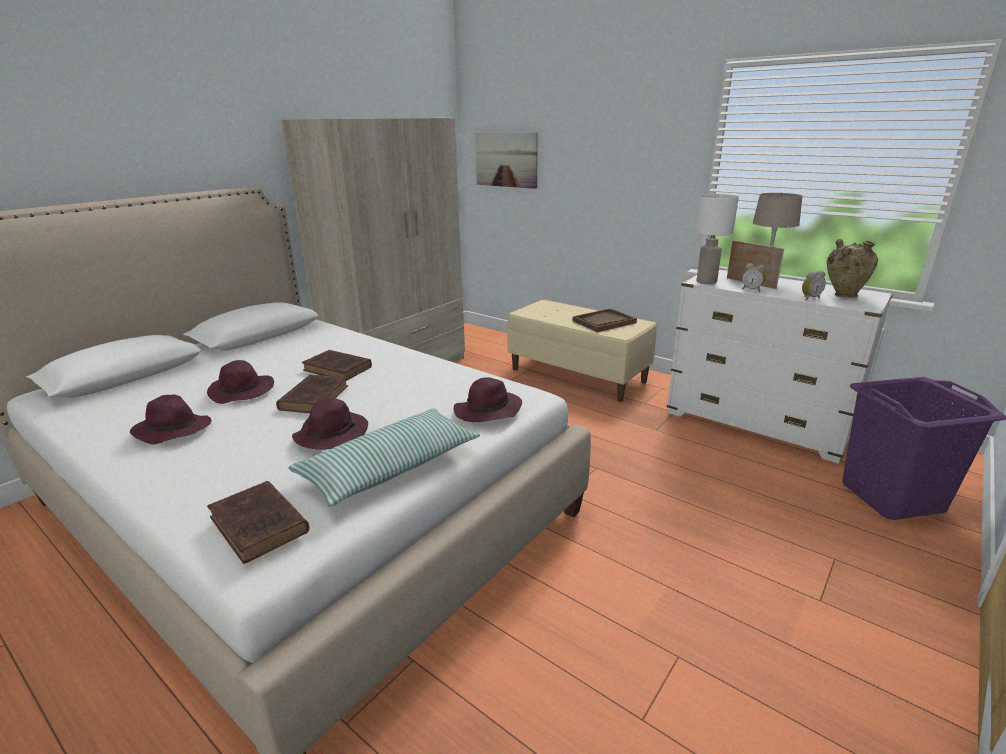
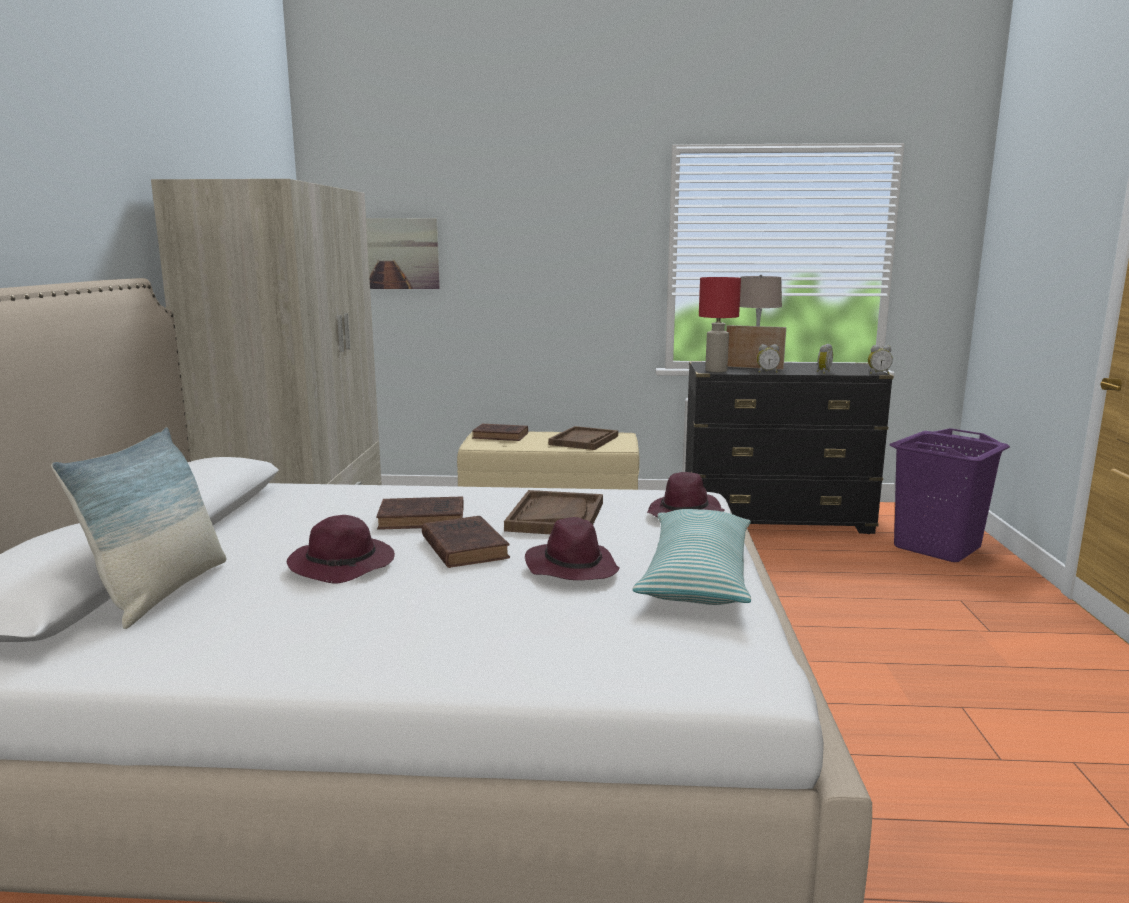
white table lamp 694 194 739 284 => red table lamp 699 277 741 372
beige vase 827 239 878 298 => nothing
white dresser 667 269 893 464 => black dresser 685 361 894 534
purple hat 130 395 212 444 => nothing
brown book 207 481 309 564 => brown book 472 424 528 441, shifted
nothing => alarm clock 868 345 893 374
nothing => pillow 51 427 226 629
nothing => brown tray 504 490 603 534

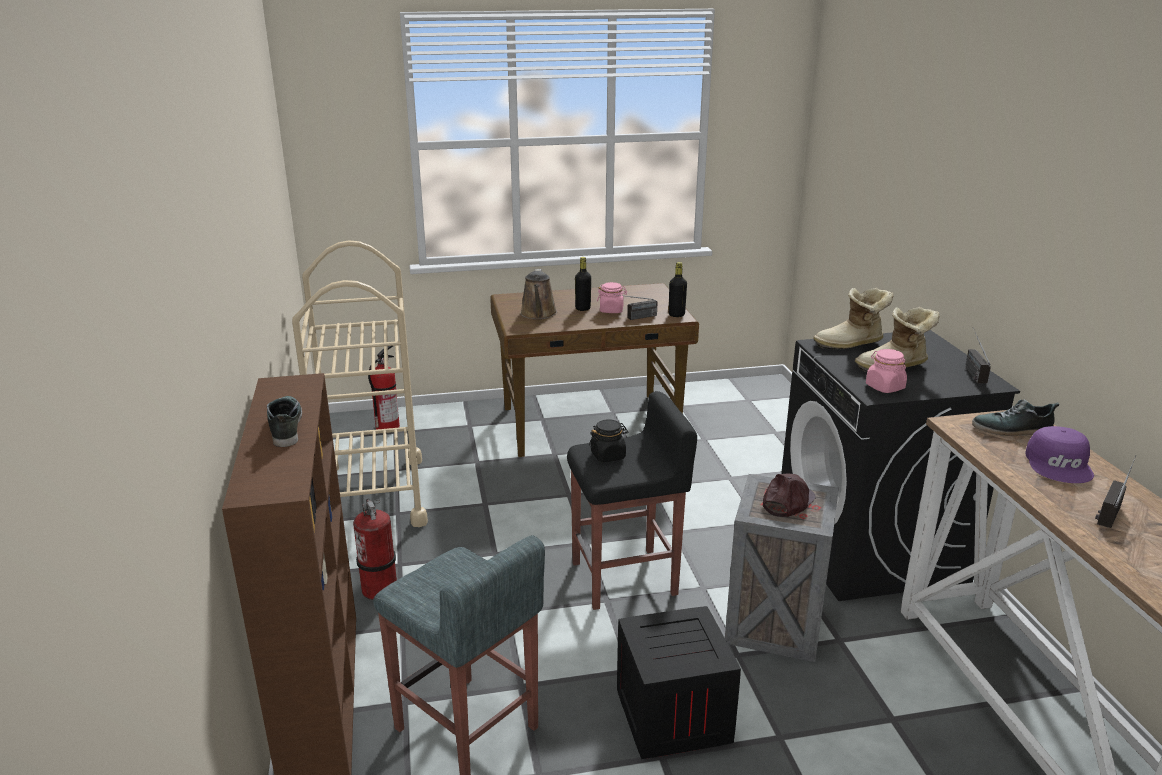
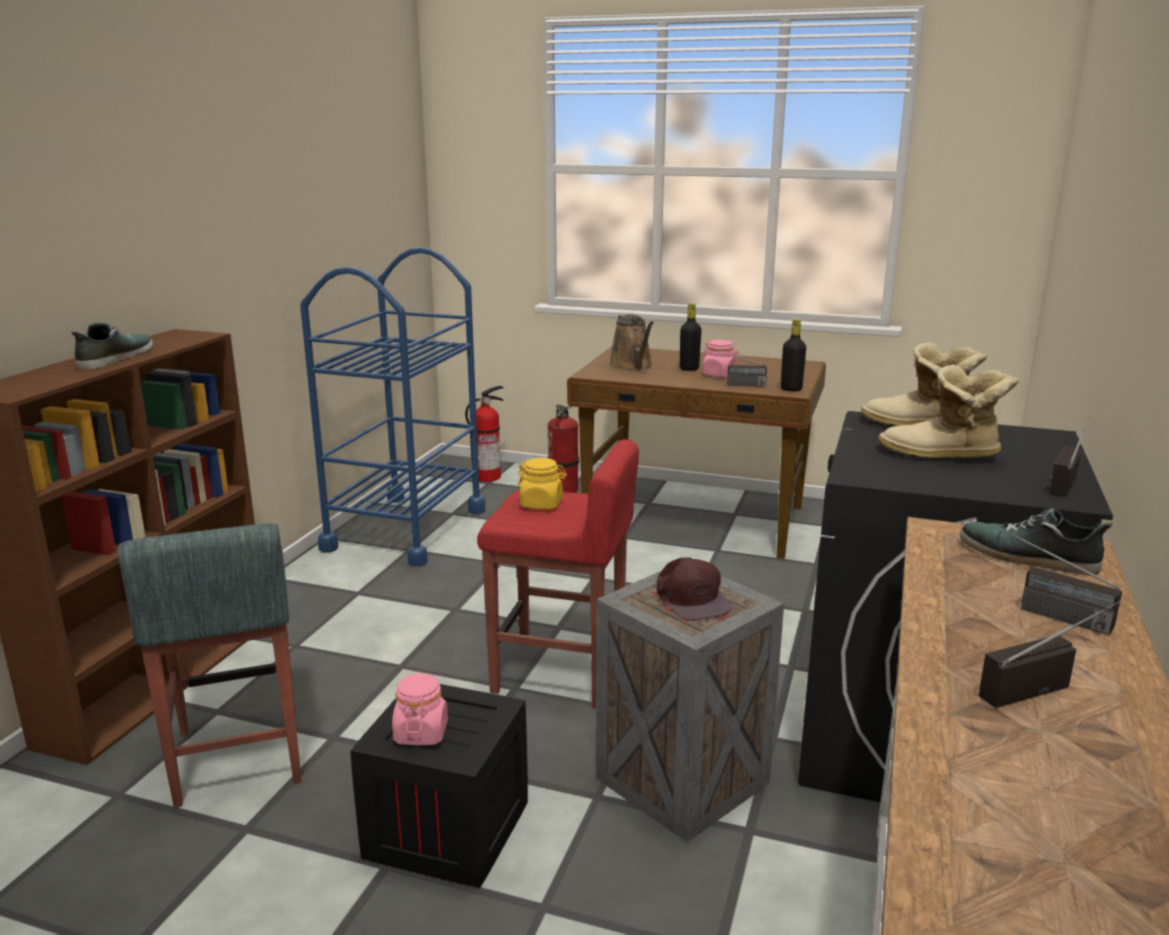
beige cart 292 240 428 527 => blue cart 300 247 485 567
brown watering can 520 269 557 320 => brown watering can 609 314 654 371, 45 degrees counterclockwise
pink jar 866 349 907 393 => pink jar 392 673 448 745, shifted
black stool 567 391 697 610 => red stool 477 439 639 709
black jar 589 419 628 462 => yellow jar 517 458 567 509
purple cap 1025 426 1094 483 => radio 992 524 1122 635
brown cap 763 473 816 517 => brown cap 657 557 731 620, 90 degrees clockwise
fire extinguisher 353 498 397 600 => fire extinguisher 547 404 579 493, shifted

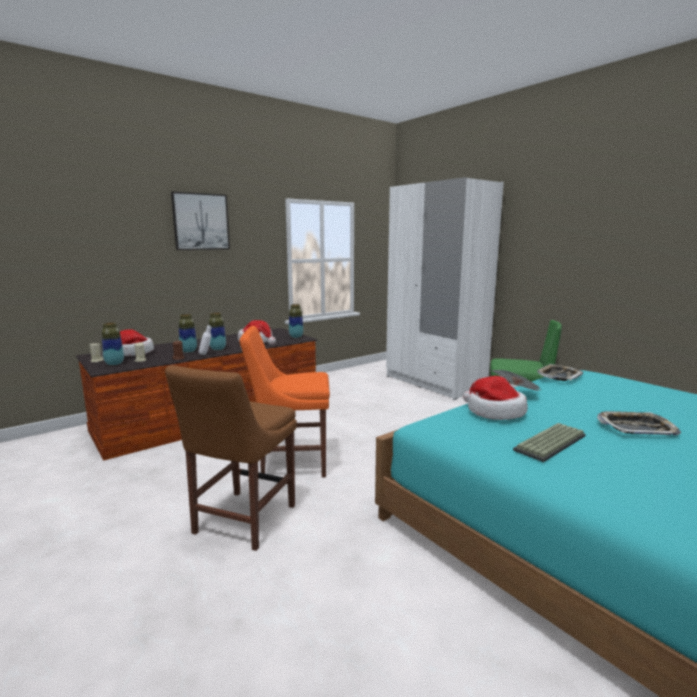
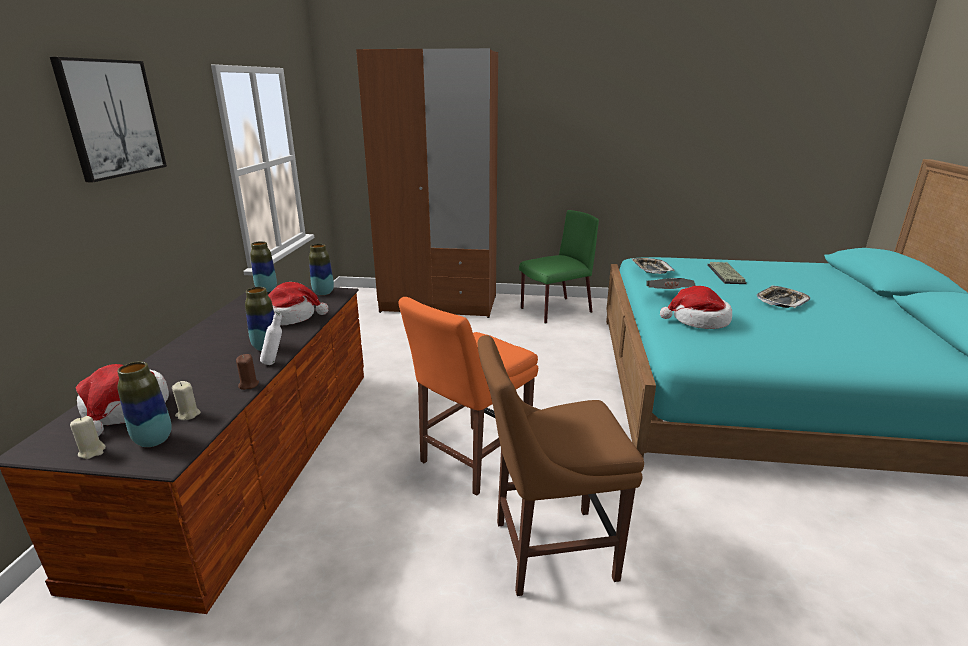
white wardrobe 386 177 504 400 => brown wardrobe 356 48 498 318
vase 179 314 197 353 => vase 250 241 277 292, shifted
brown chair 165 365 297 551 => brown chair 478 335 644 596, 105 degrees clockwise
keyboard 513 423 586 462 => keyboard 707 262 747 284, shifted

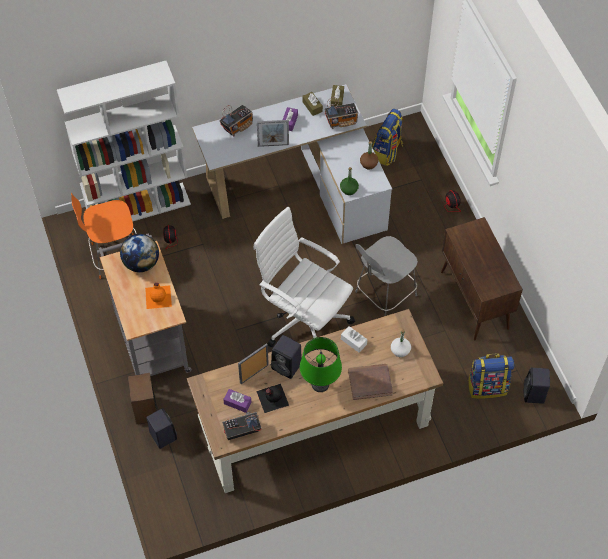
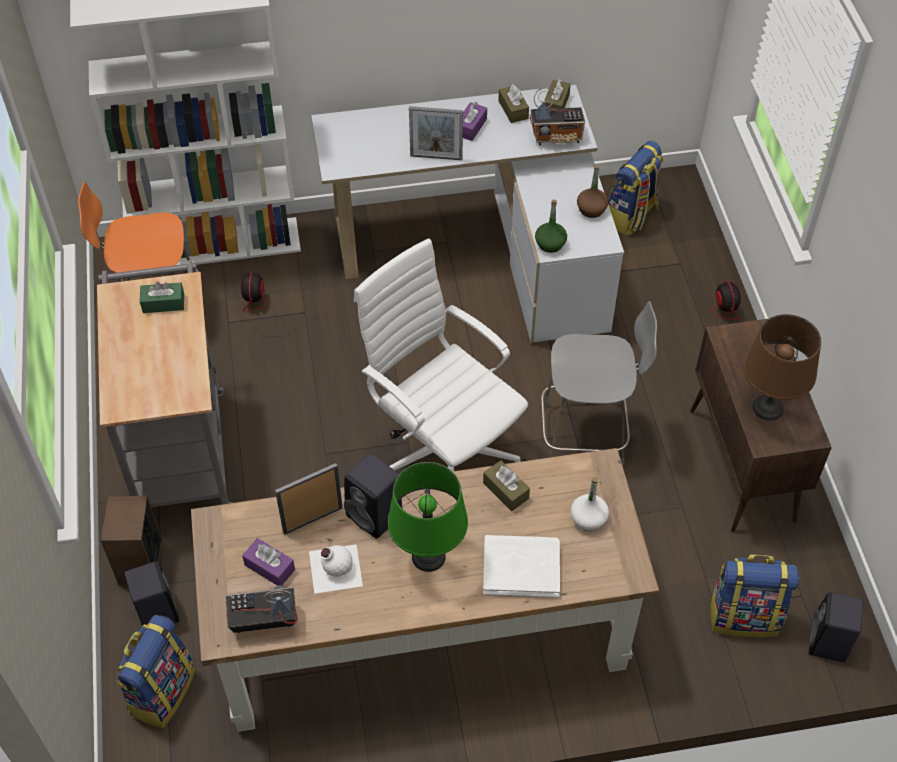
radio 220 105 253 136 => nothing
globe 120 234 159 272 => green tissue box 140 282 184 313
grey chair 355 236 418 316 => grey chair 541 301 657 465, 150 degrees counterclockwise
orange bottle 145 283 172 309 => nothing
white tissue box 341 326 367 353 => brown tissue box 483 460 530 511
brown book 348 364 393 400 => white book 483 535 560 598
black bottle 256 384 289 413 => white bottle 309 544 363 594
nothing => brown table lamp 743 314 821 421
nothing => backpack 116 615 195 728

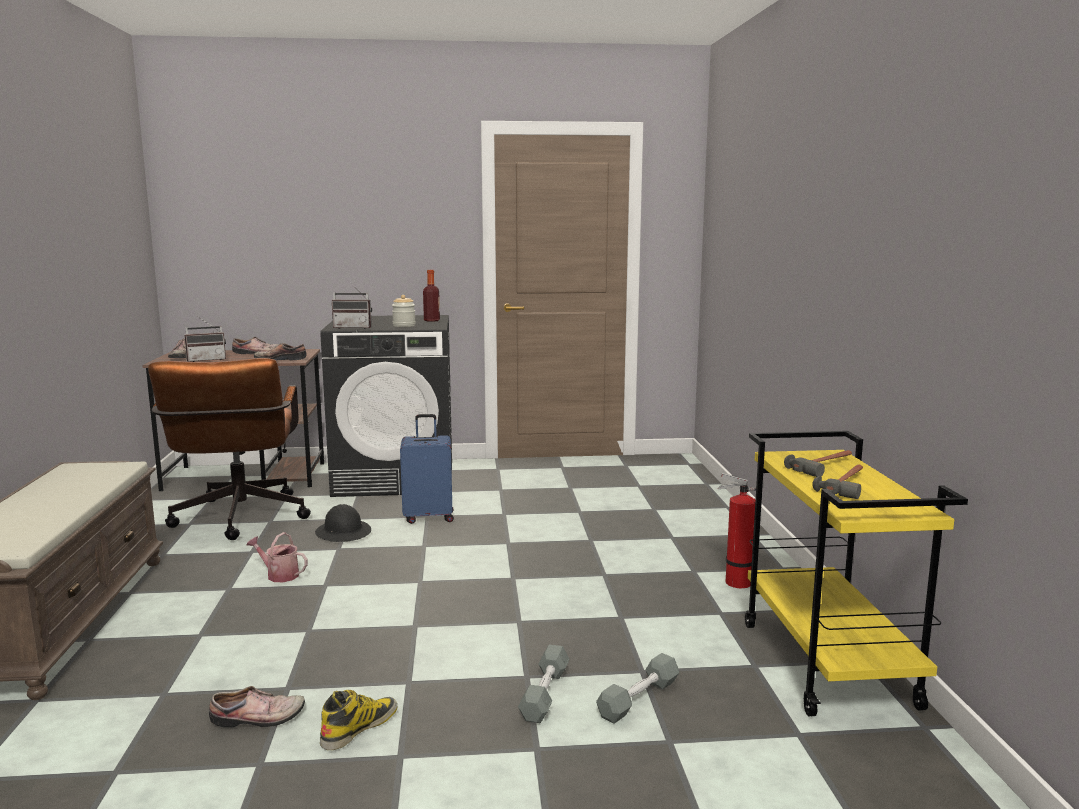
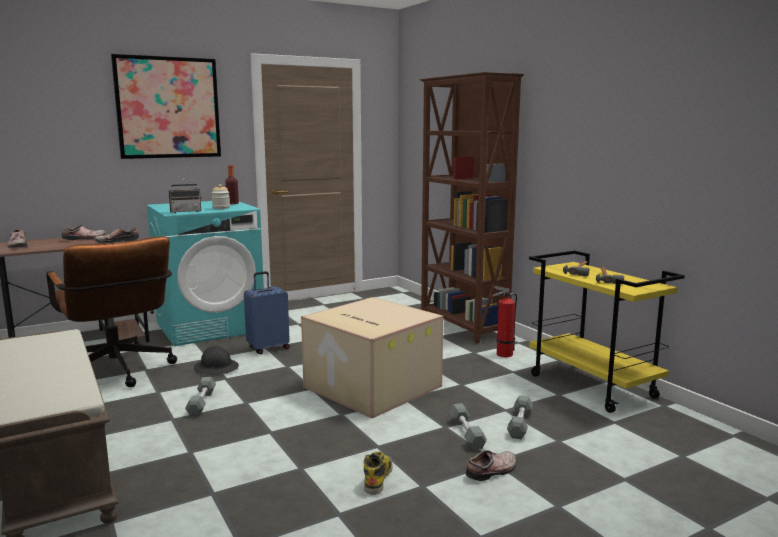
black washing machine 320 315 452 497 => turquoise washing machine 147 201 264 346
radio 184 318 226 362 => nothing
watering can 247 532 308 582 => grey dumbbell 185 377 216 416
shoe 209 686 305 728 => shoe 466 450 517 481, shifted
nothing => picture 111 54 221 159
nothing => brown bookcase 420 72 524 343
nothing => cardboard box 301 297 443 418

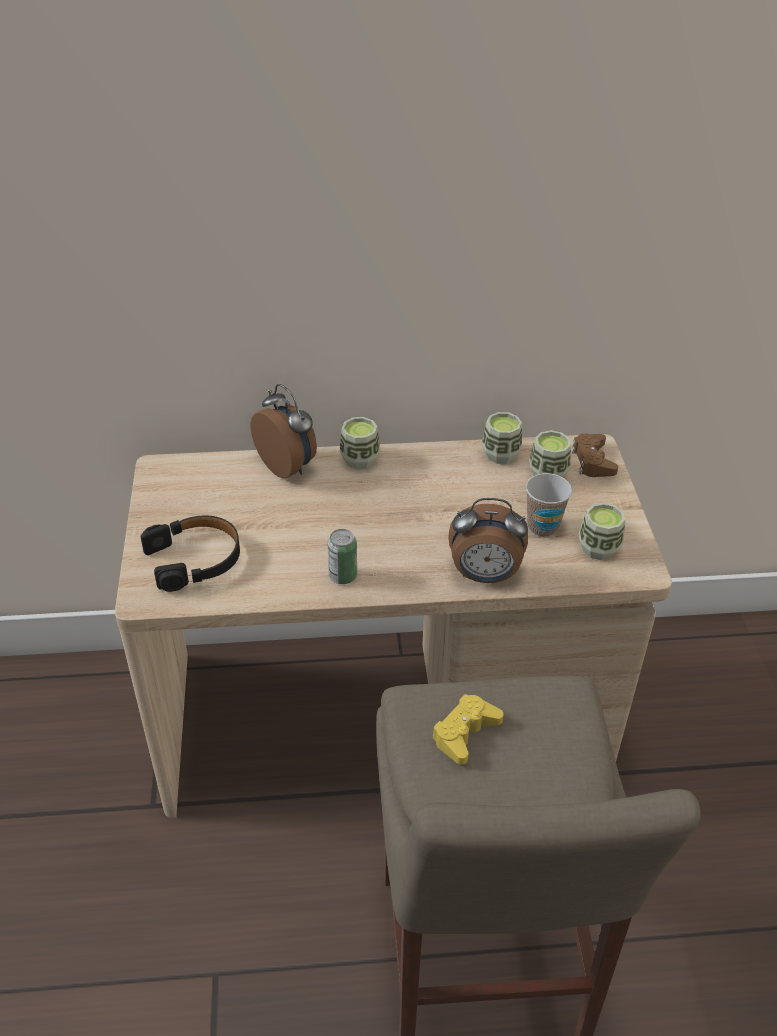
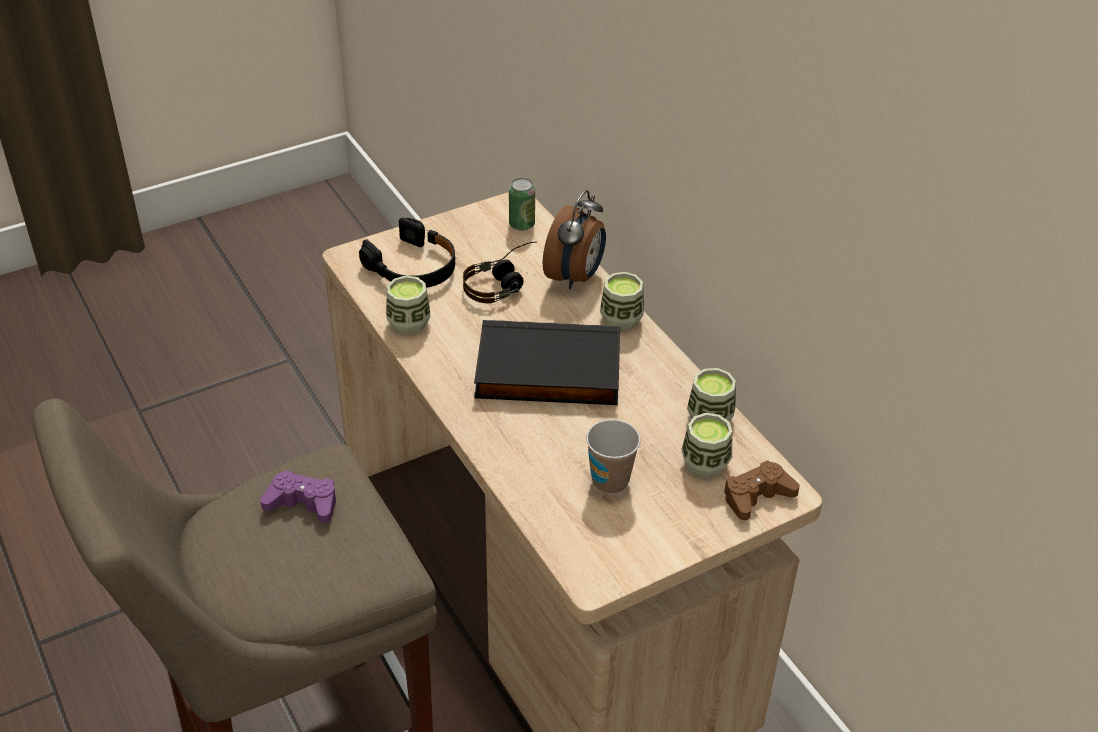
alarm clock 448 498 528 583 => nothing
cup 579 503 625 560 => cup 386 276 430 335, shifted
can 328 529 357 584 => can 509 178 535 231, shifted
yellow game controller 432 694 504 765 => purple game controller 260 470 336 523
nothing => headphones 463 242 537 303
nothing => black book 474 320 620 405

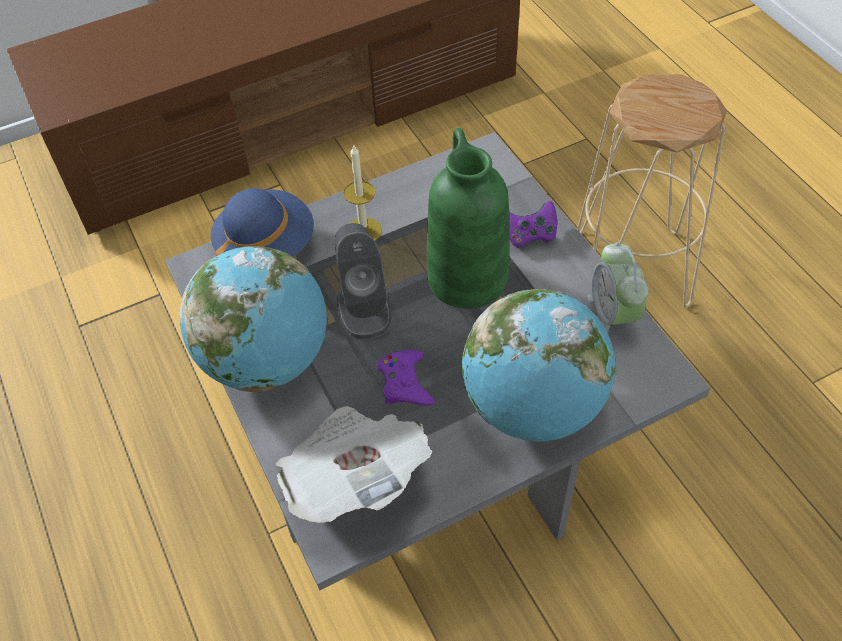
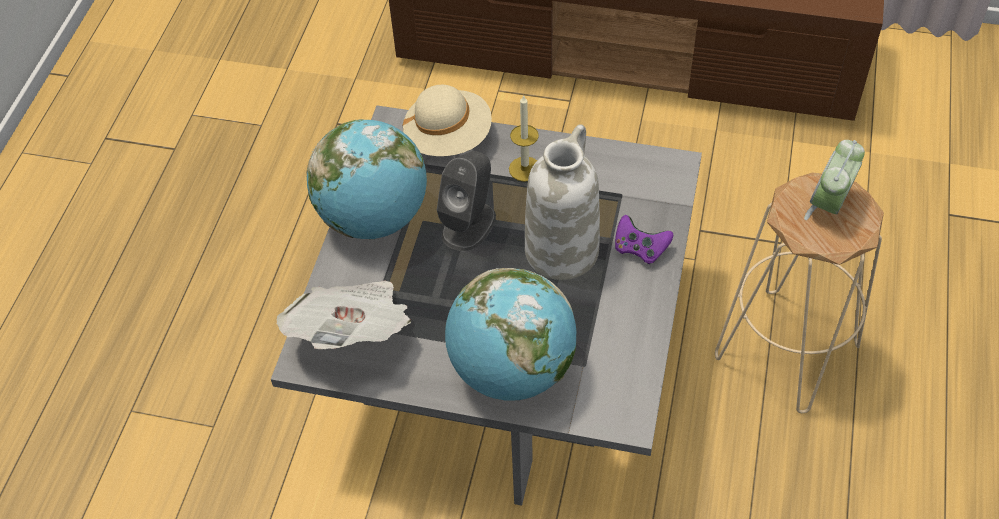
green vase 427 128 509 309 => white vase 525 124 600 280
blue hat 211 188 314 257 => beige hat 403 85 492 156
alarm clock 587 242 649 333 => alarm clock 804 140 865 220, shifted
purple game controller 378 350 435 405 => nothing

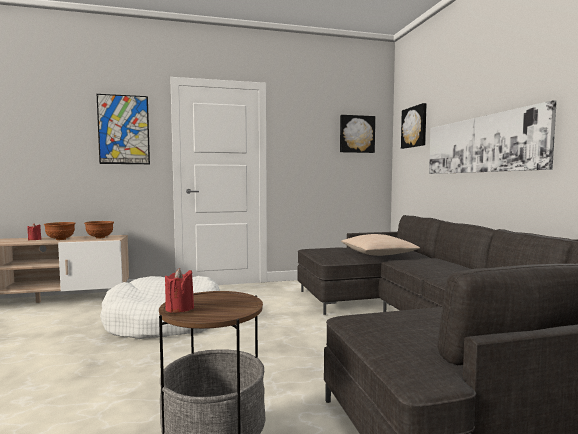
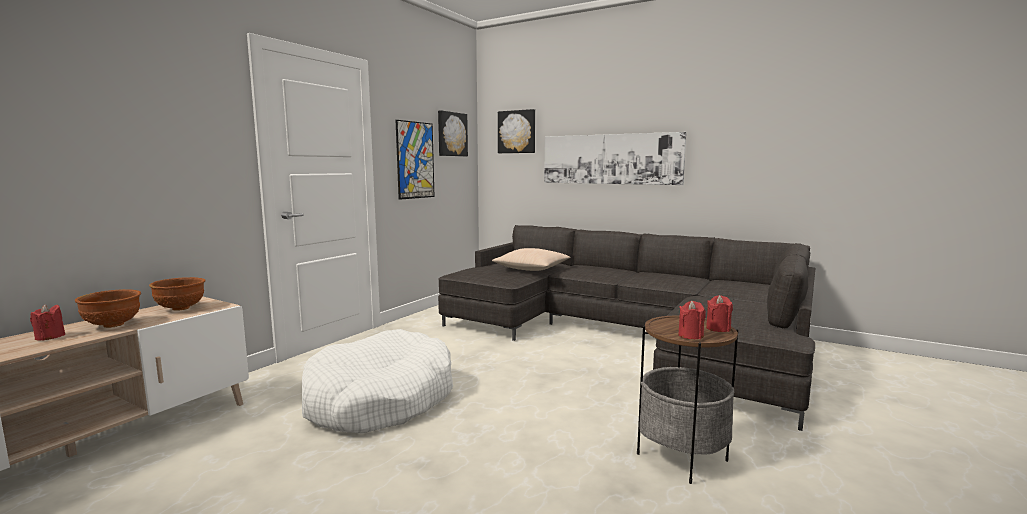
picture 97 94 150 164 => picture 396 120 435 200, shifted
nothing => red candle 706 295 733 332

